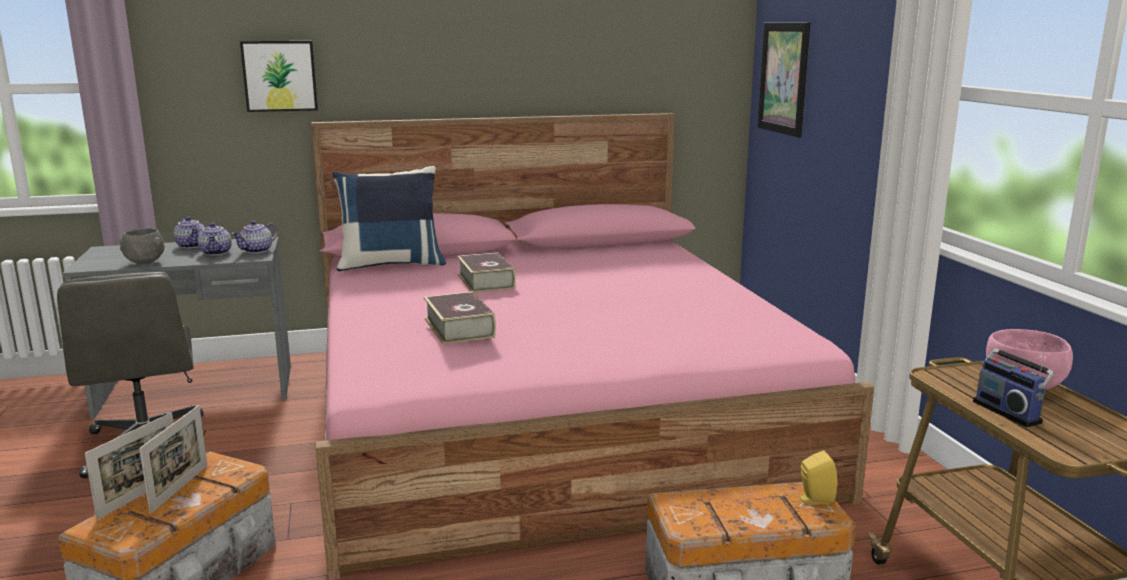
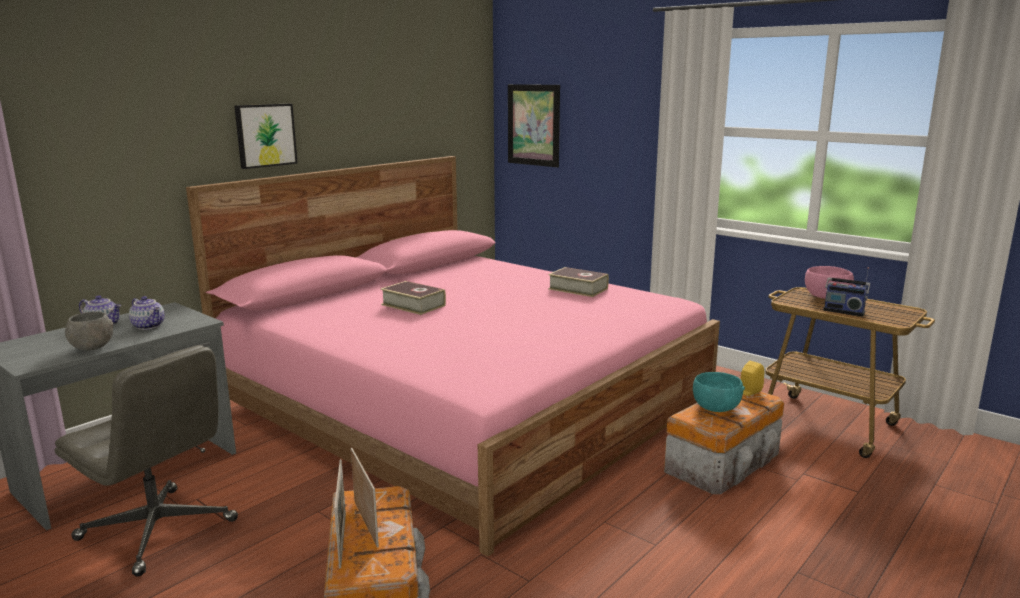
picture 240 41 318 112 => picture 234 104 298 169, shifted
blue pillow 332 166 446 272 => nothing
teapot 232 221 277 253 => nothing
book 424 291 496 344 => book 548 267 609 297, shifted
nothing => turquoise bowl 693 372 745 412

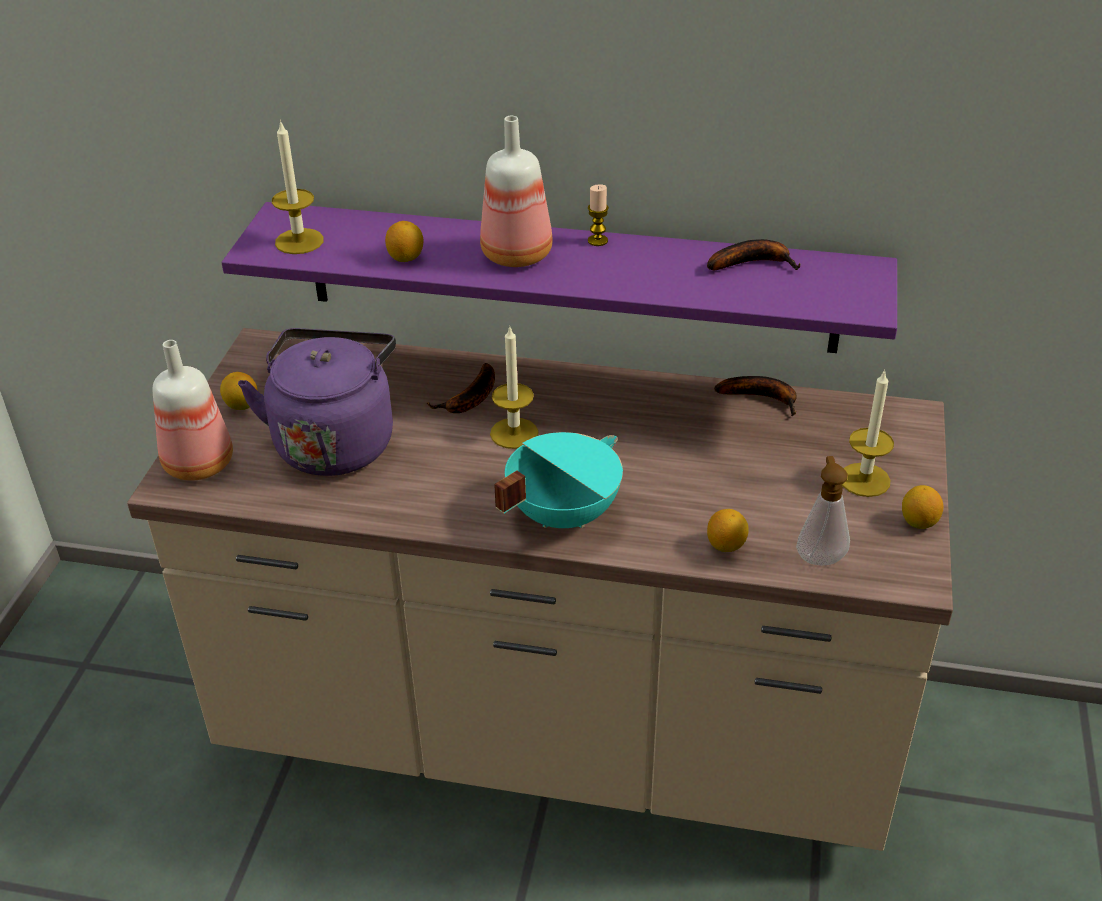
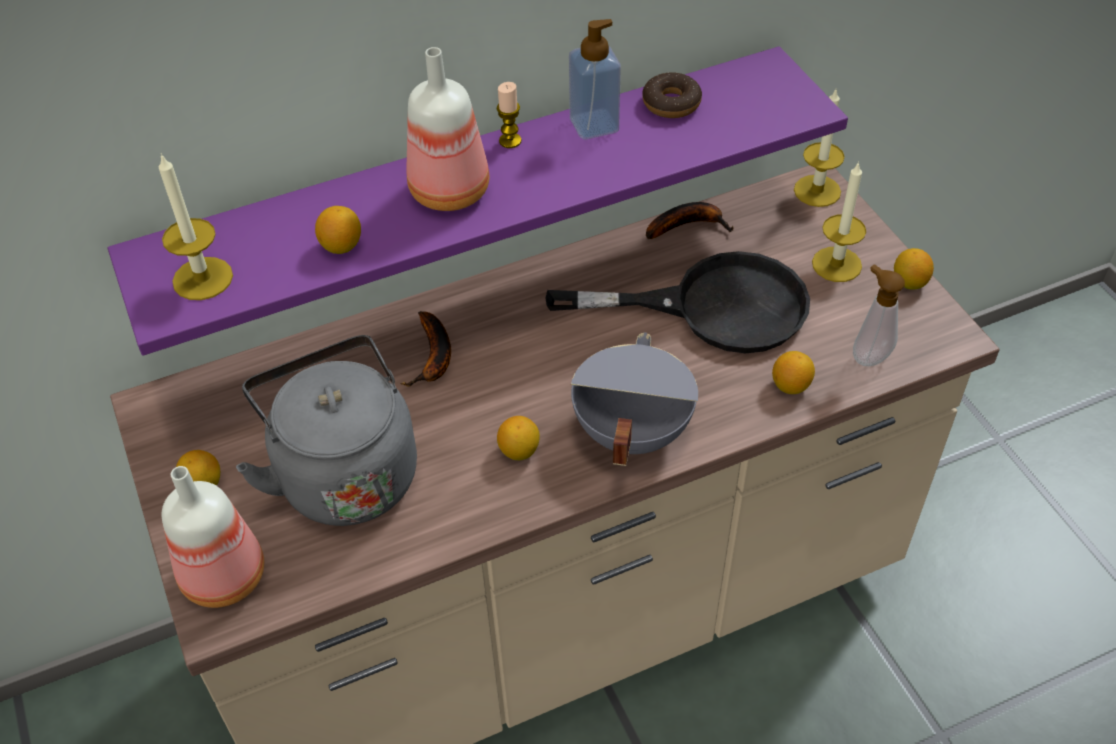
banana 707 239 801 270 => donut 642 72 702 118
candle 490 325 538 449 => candle 794 90 845 207, shifted
purple kettle 238 328 396 476 => grey kettle 236 335 417 526
turquoise cooking pot 494 432 623 528 => grey cooking pot 571 333 698 466
nothing => soap dispenser 569 19 621 139
nothing => black frying pan 545 251 810 353
nothing => lemon 497 416 540 460

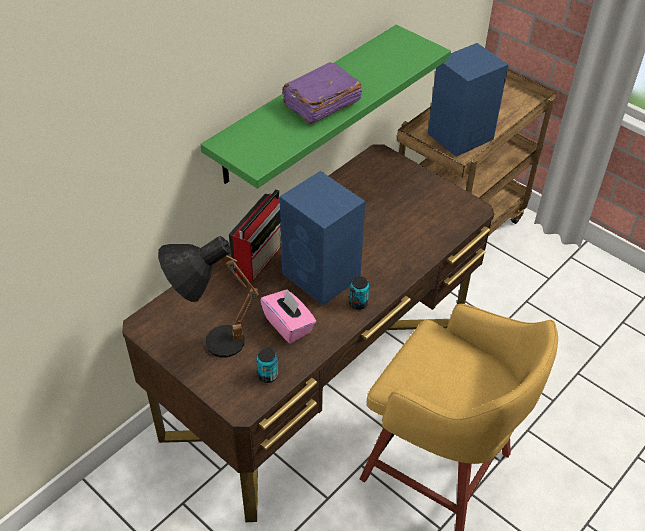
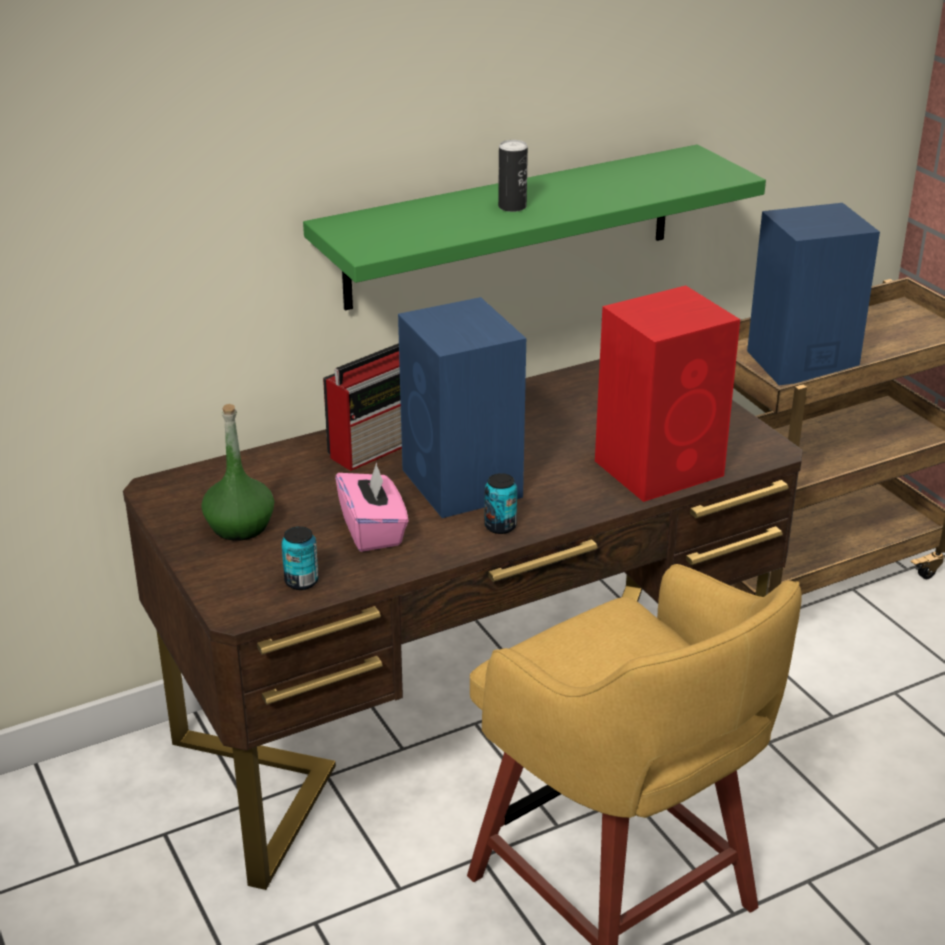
purple book 282 62 362 125 => can 498 140 528 212
black table lamp 158 236 259 358 => green bottle 201 404 274 541
nothing => red speaker 595 285 740 502

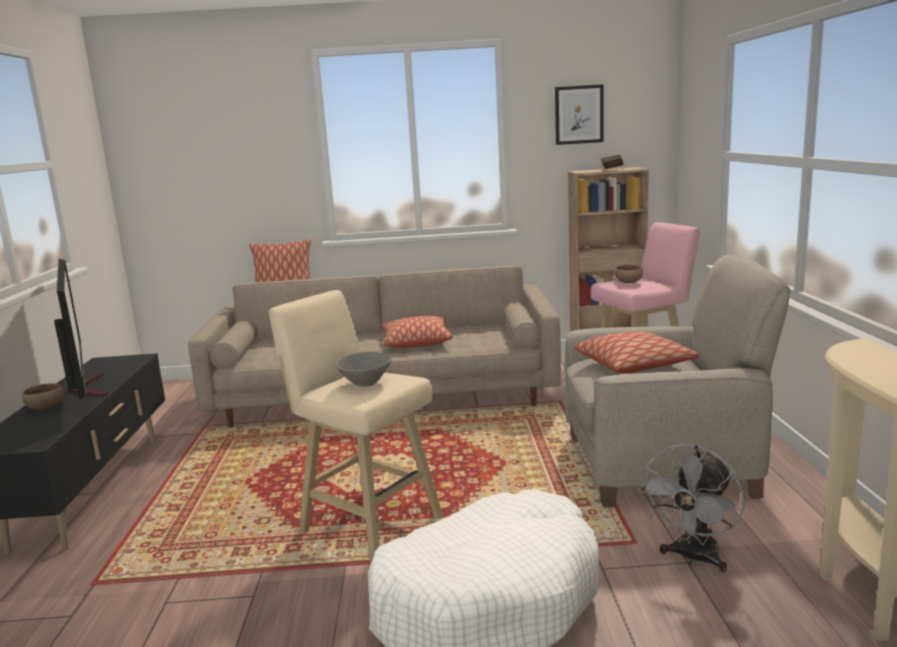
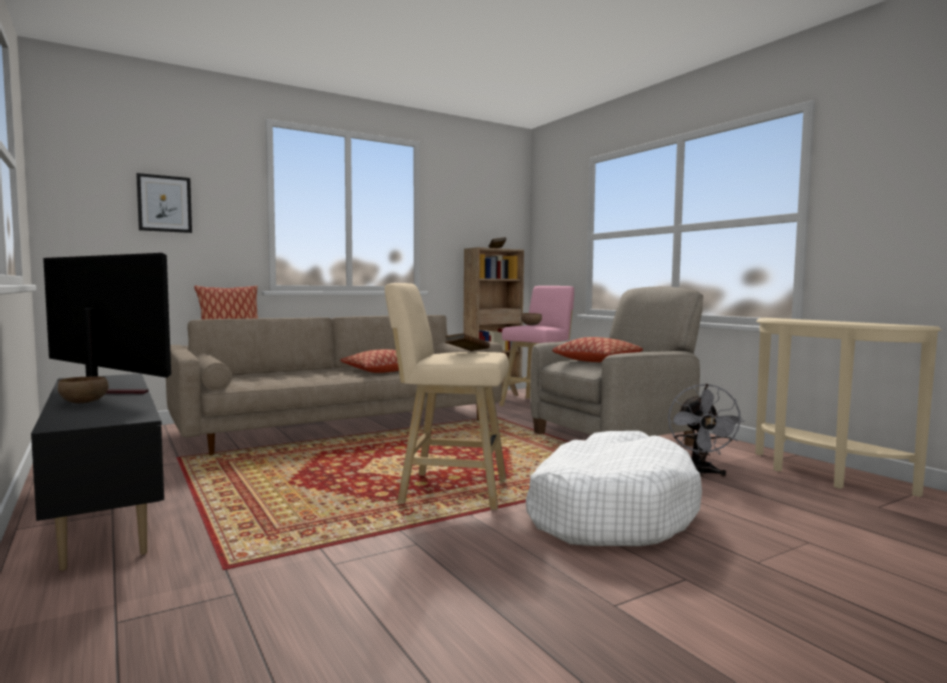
picture 555 84 604 145 => picture 136 173 192 233, shifted
grey bowl 336 352 392 387 => brown book 445 333 490 351

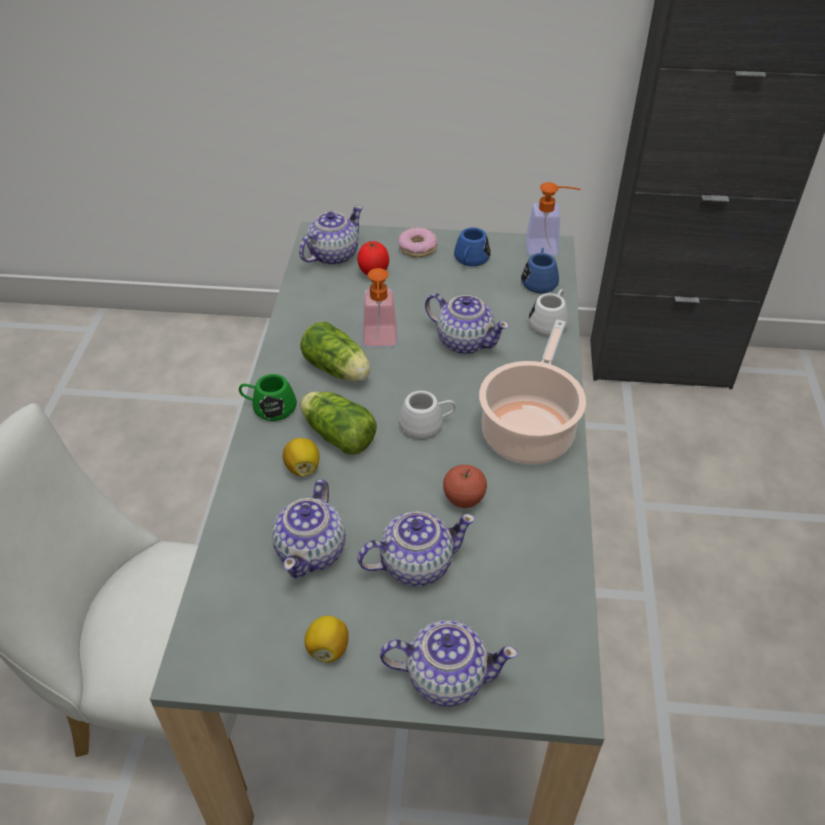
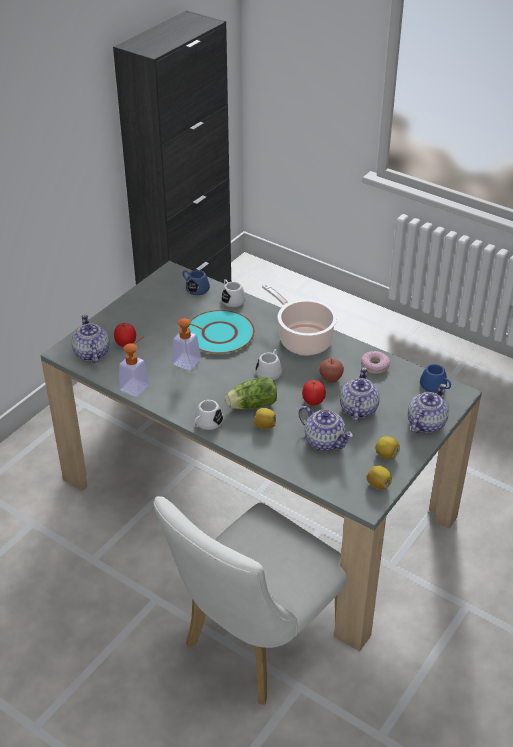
soap dispenser 526 182 580 256 => soap dispenser 119 336 150 397, shifted
donut 399 227 437 257 => donut 361 351 390 374, shifted
blue mug 454 227 491 266 => blue mug 420 364 451 393, shifted
teapot 425 293 509 354 => turquoise plate 188 310 255 354
lettuce 300 322 371 381 => nothing
green mug 239 374 297 421 => white mug 194 400 223 430
nothing => tomato 302 380 326 405
nothing => lemon 366 466 392 490

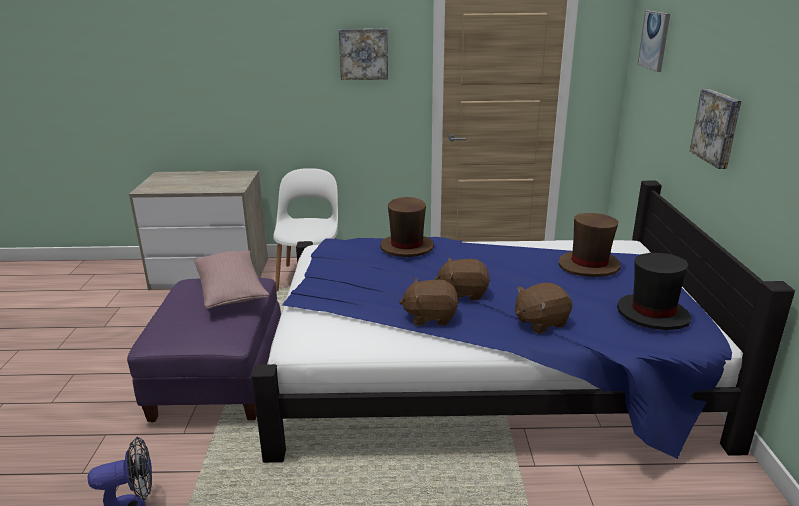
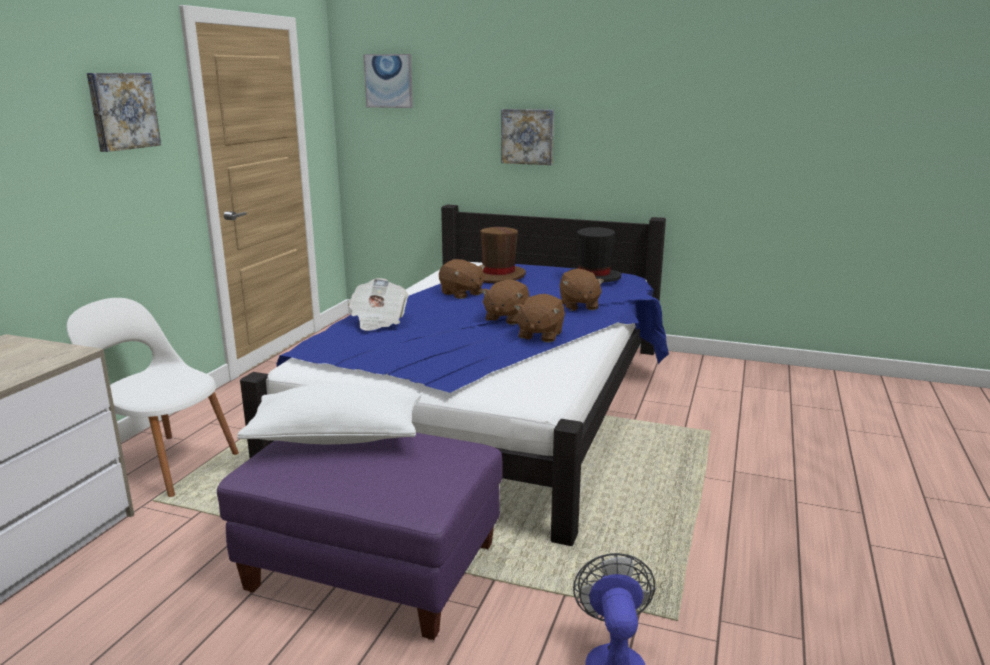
brown hat 380 197 434 257 => newspaper 348 278 408 331
pink pillow 194 250 269 309 => white pillow 237 384 421 444
nothing => brown plush toy 439 259 485 299

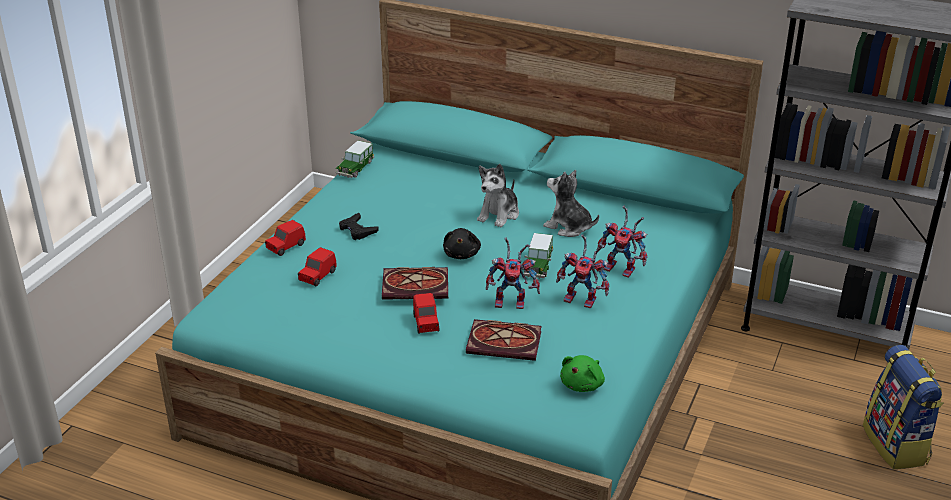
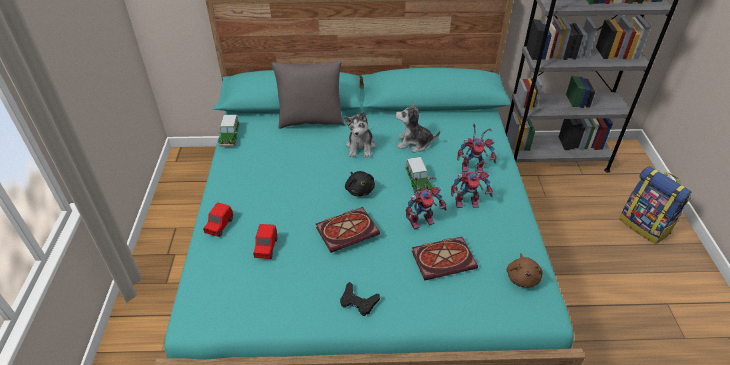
black game controller 339 213 379 240 => black game controller 340 282 380 316, shifted
red toy car 413 293 439 334 => nothing
green plush toy 560 355 605 392 => brown plush toy 506 253 543 288
nothing => grey pillow 271 61 345 129

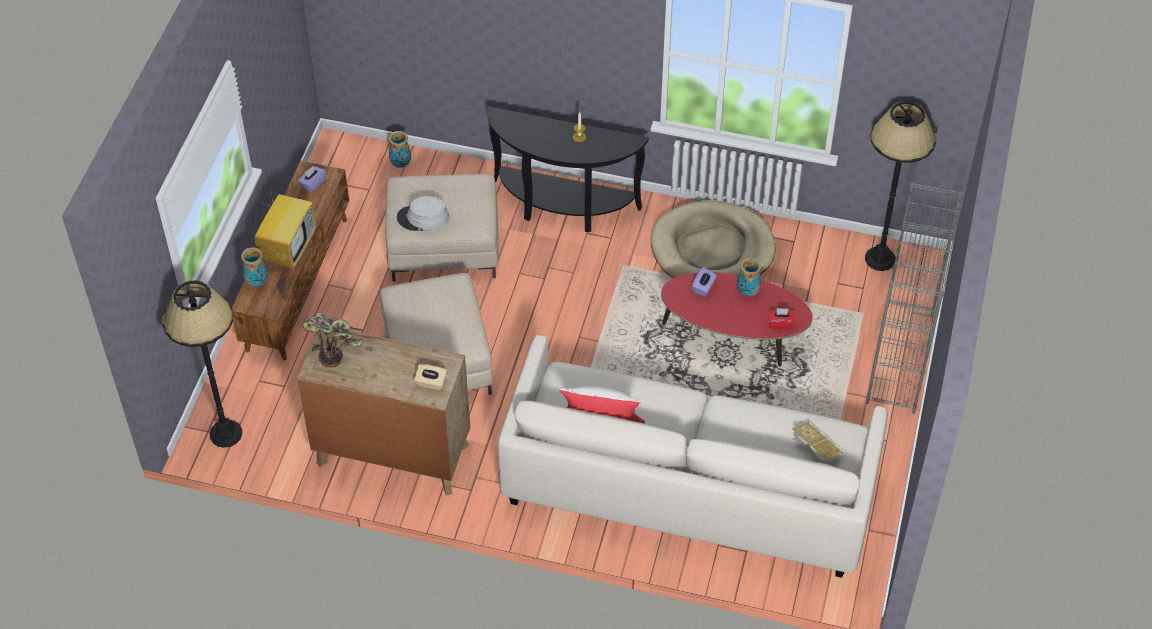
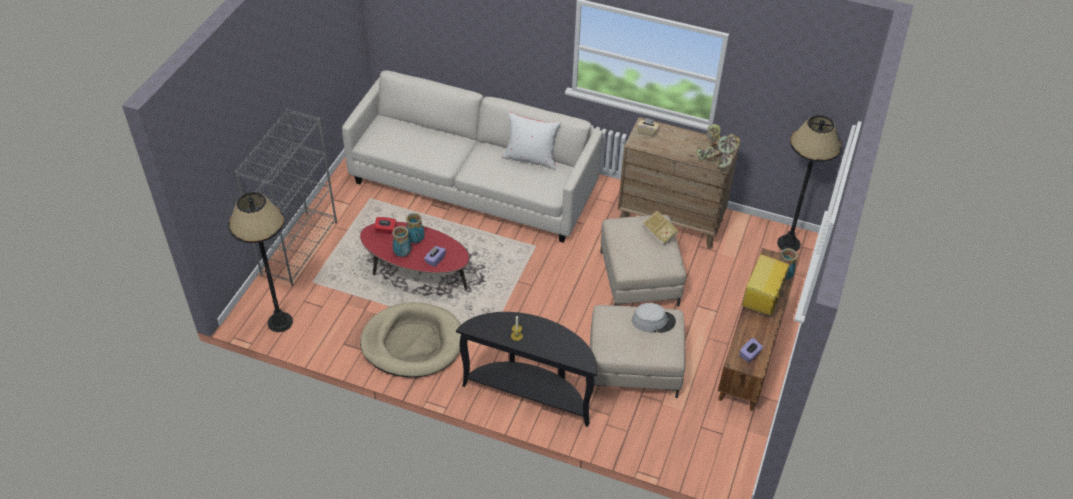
vase 389 131 411 168 => vase 406 213 424 243, shifted
book 792 422 843 463 => book 643 211 679 245, shifted

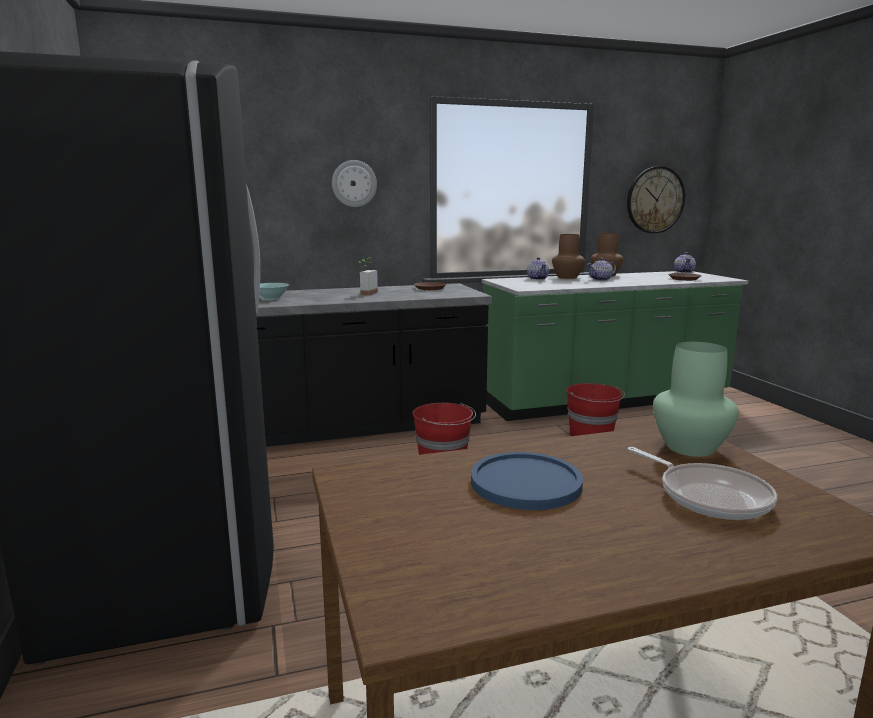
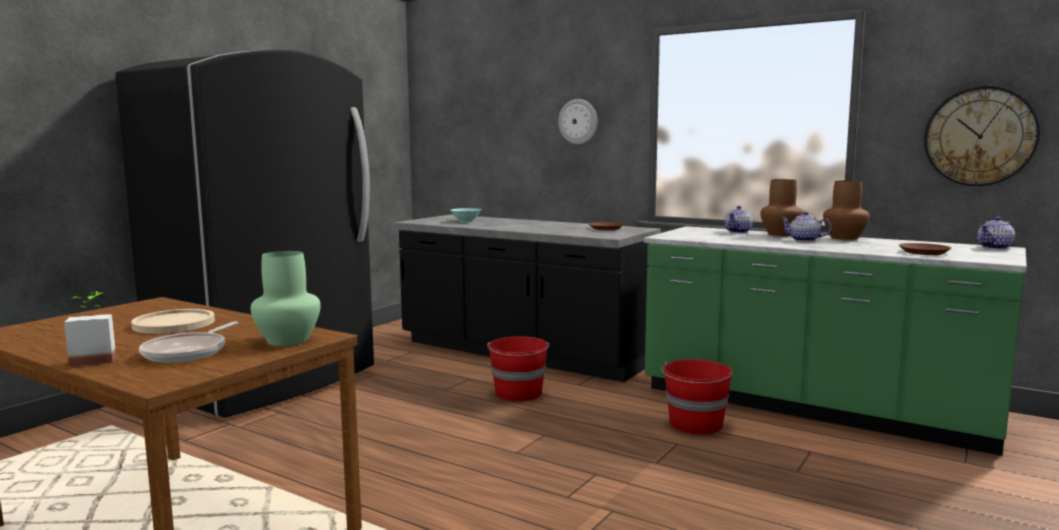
potted plant 360 257 378 296 => potted plant 64 291 116 367, shifted
blue plate 471 452 583 510 => beige plate 131 309 215 334

